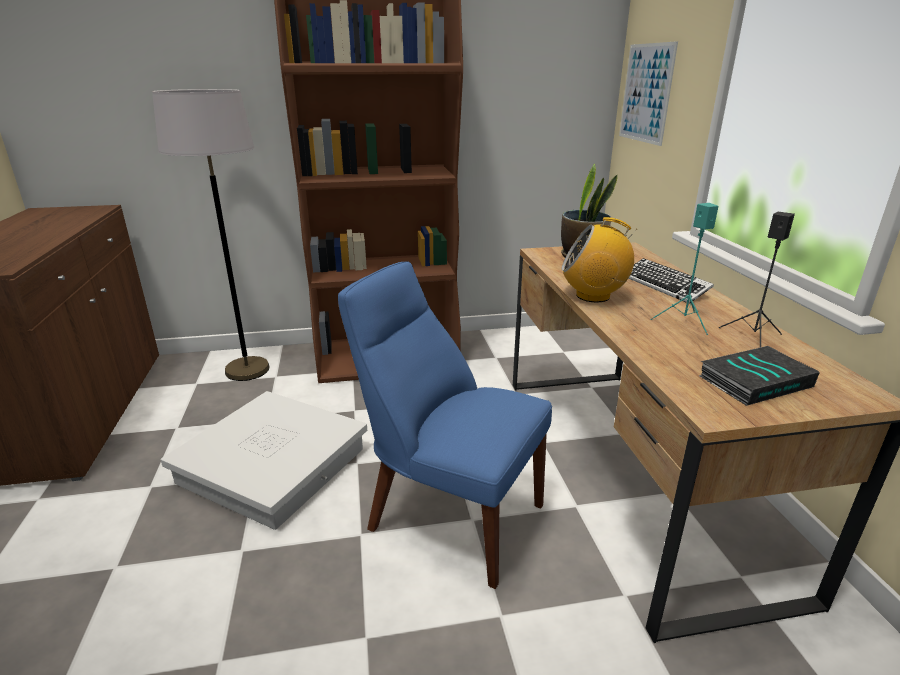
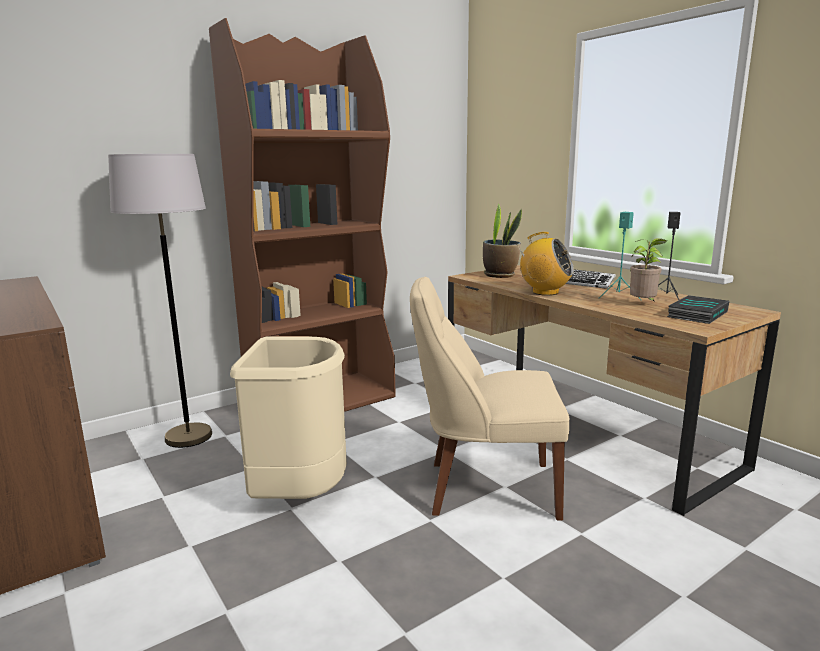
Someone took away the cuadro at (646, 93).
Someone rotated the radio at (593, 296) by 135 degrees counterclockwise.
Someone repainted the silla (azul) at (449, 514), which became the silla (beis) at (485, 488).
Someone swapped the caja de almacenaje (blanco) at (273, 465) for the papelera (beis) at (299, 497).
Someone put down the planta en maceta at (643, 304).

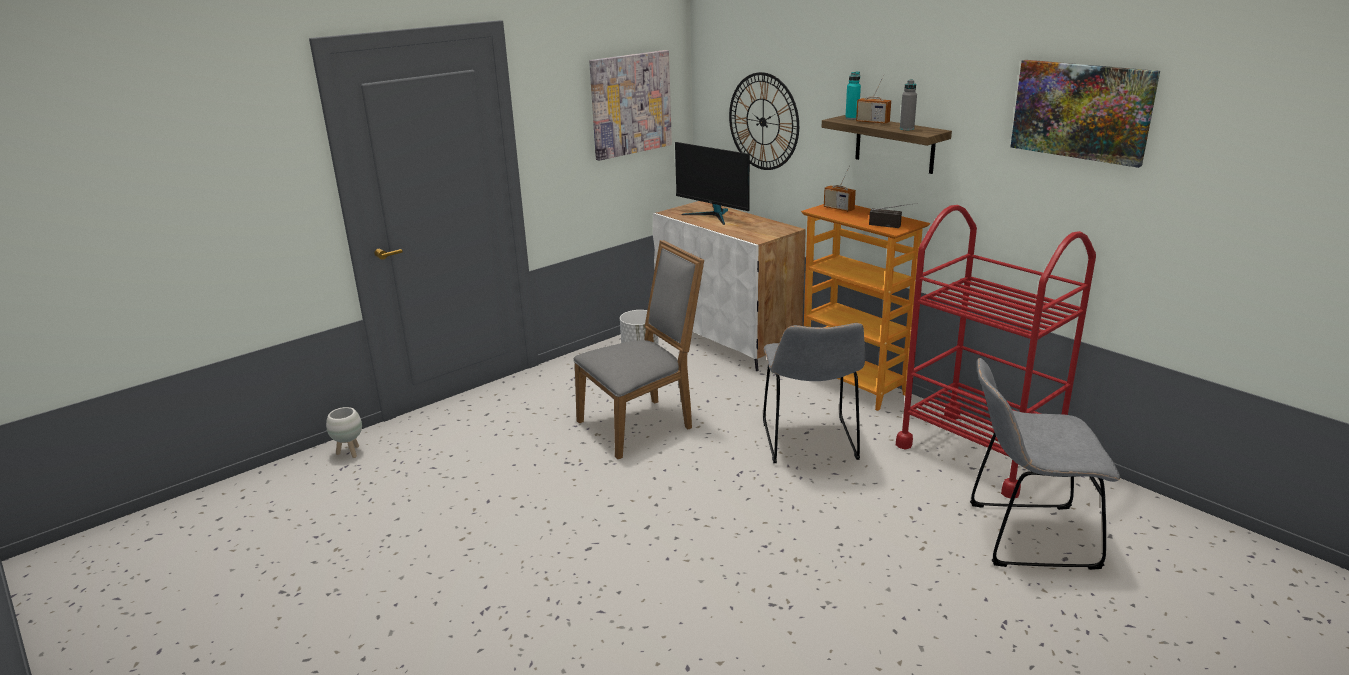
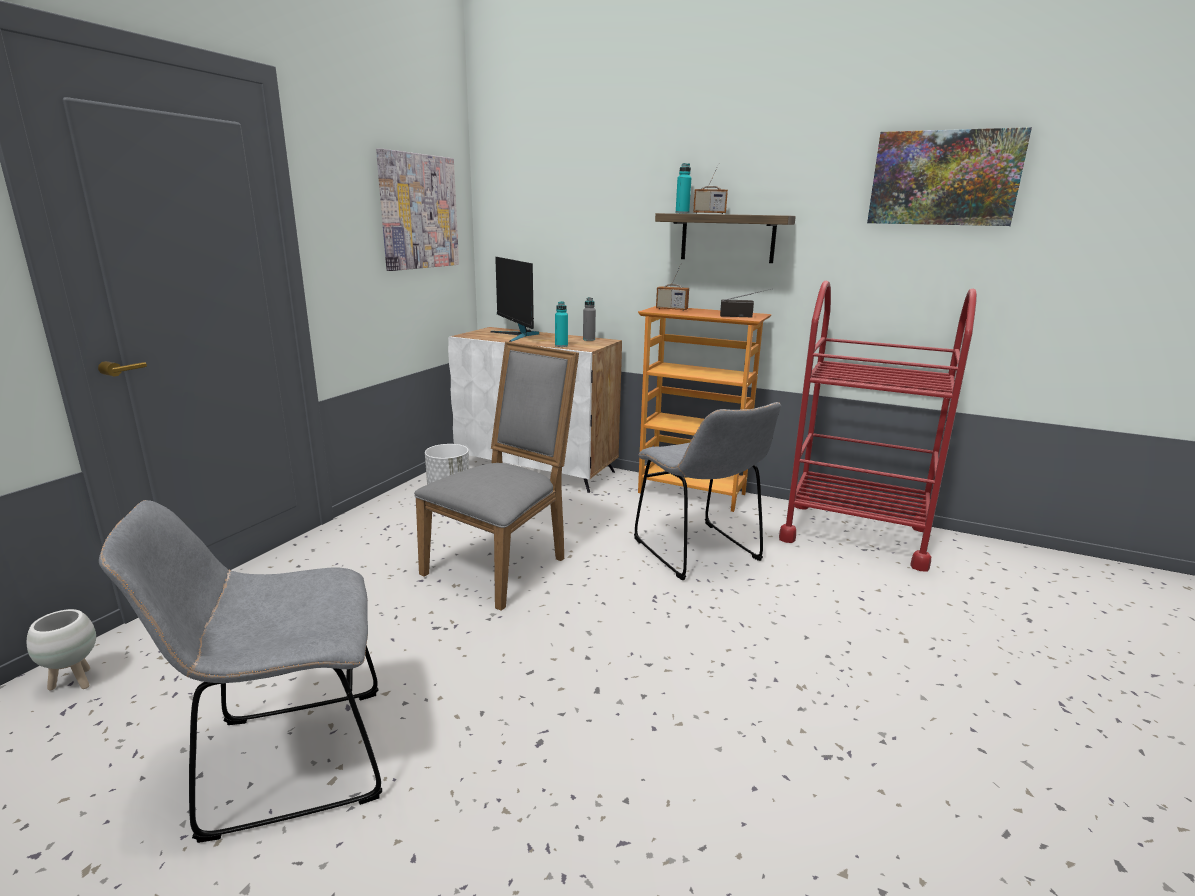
Someone took away the reloj de pared at (763, 121).
Someone carried the botella (gris) from (906, 129) to (589, 339).
Someone rotated the monitor at (713, 215) by 45 degrees clockwise.
Someone carried the silla (gris) from (1024, 535) to (286, 762).
Someone put down the botella (turquesa) at (561, 346).

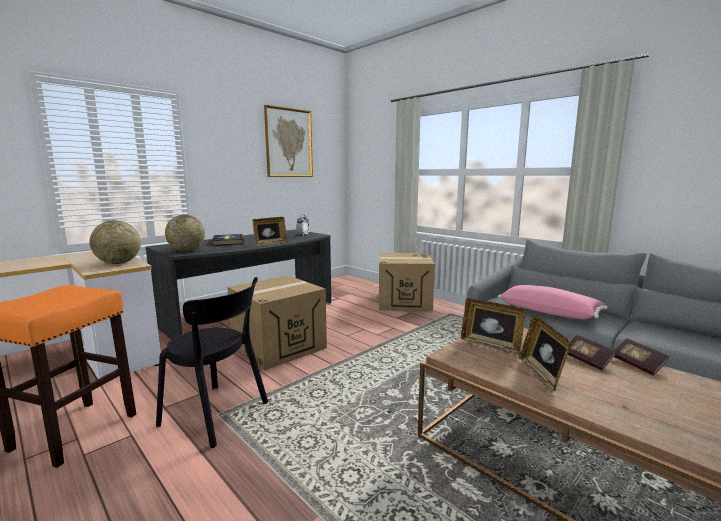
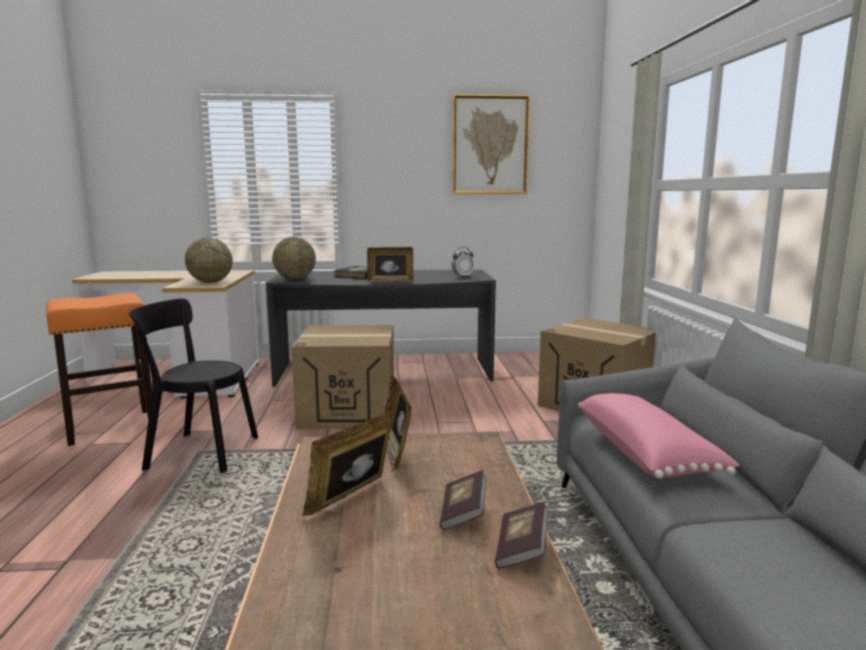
Someone rotated the silla (negro) at (218, 415) by 120 degrees clockwise.

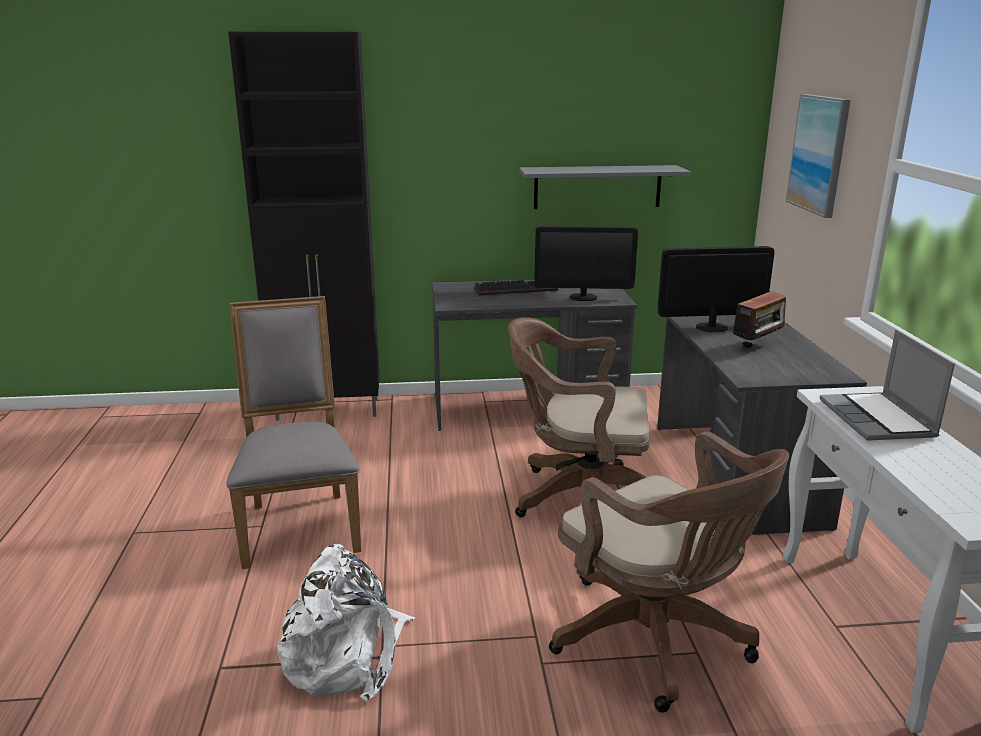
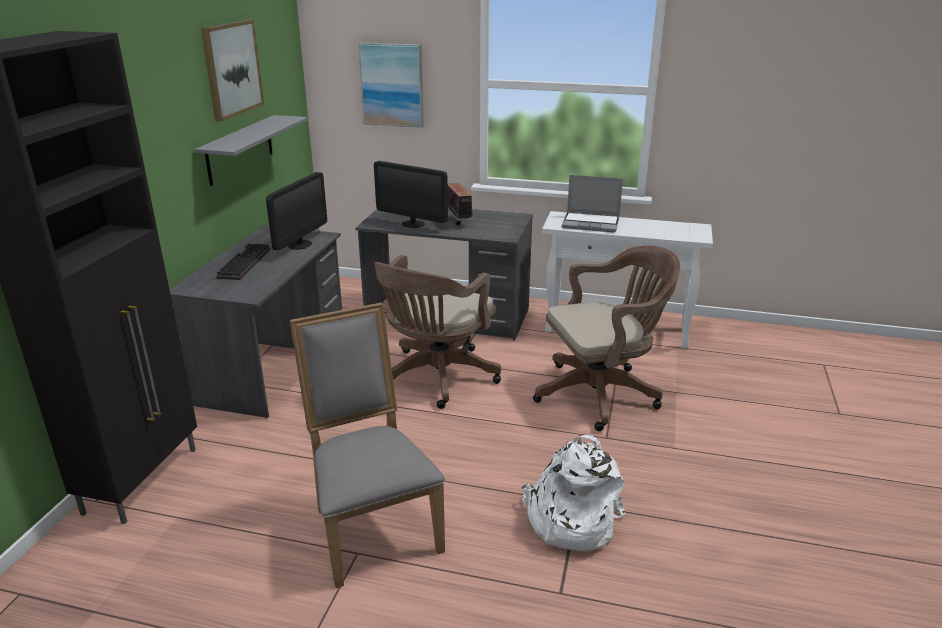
Someone rotated the monitor at (711, 327) by 75 degrees counterclockwise.
Someone rotated the silla (gris) at (300, 524) by 60 degrees clockwise.
Someone put up the cuadro at (231, 69).

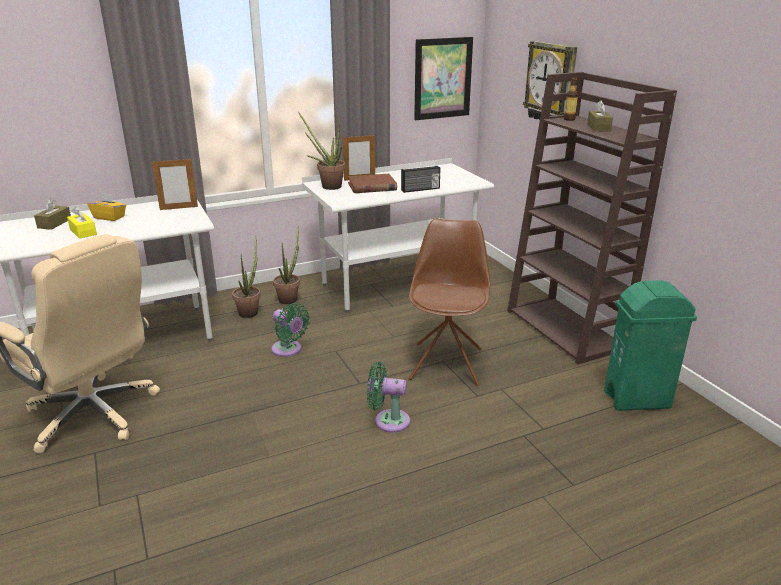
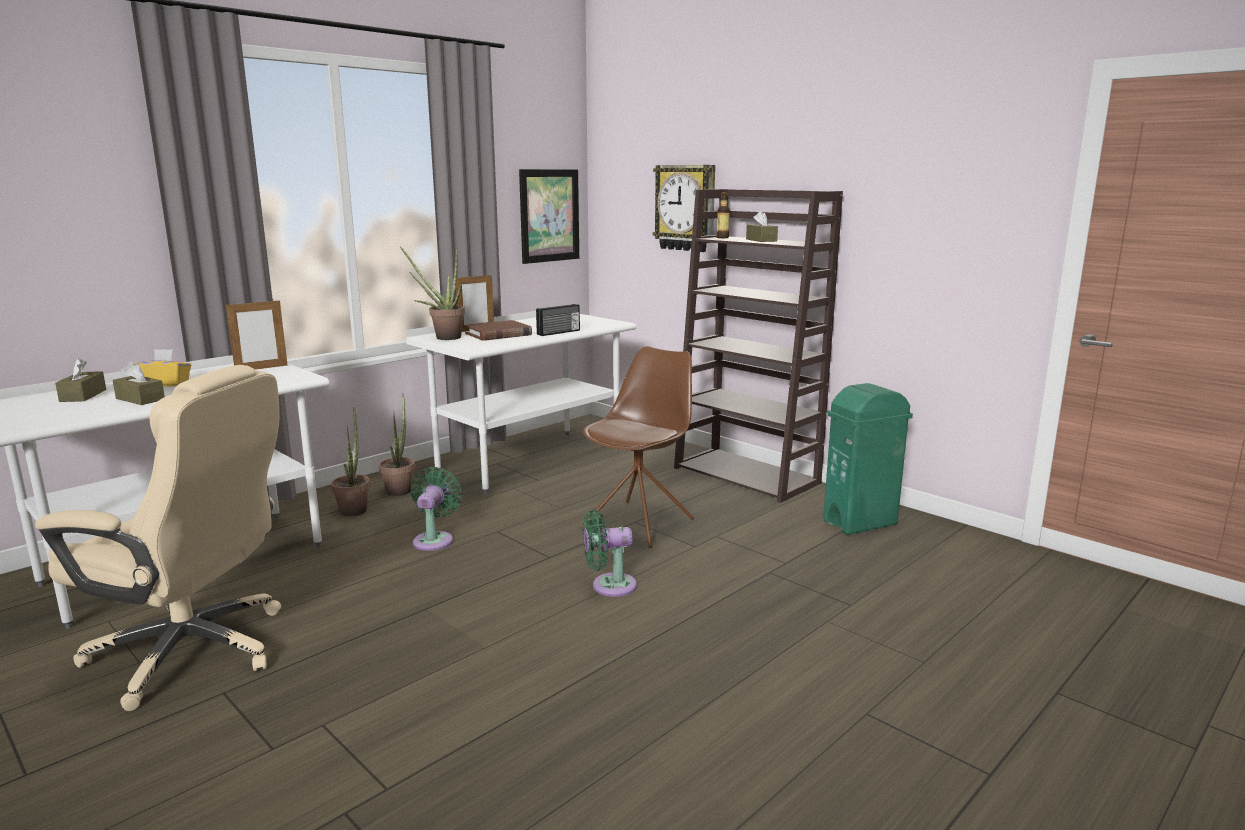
Someone repainted the caja de pañuelos (amarillo) at (83, 232), which became the caja de pañuelos (marrón) at (140, 399).
Someone rotated the silla (marrón) at (446, 363) by 45 degrees clockwise.
Someone rotated the ventilador (verde) at (288, 350) by 105 degrees counterclockwise.

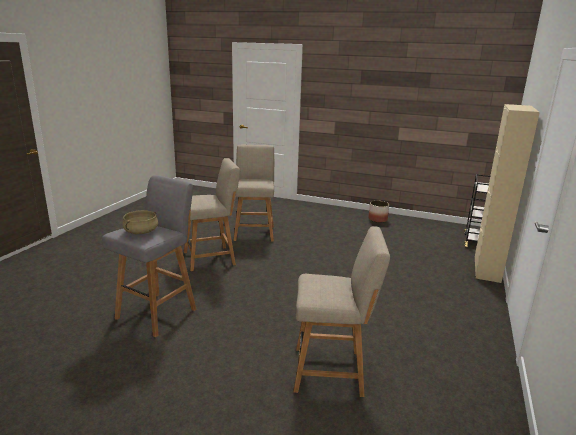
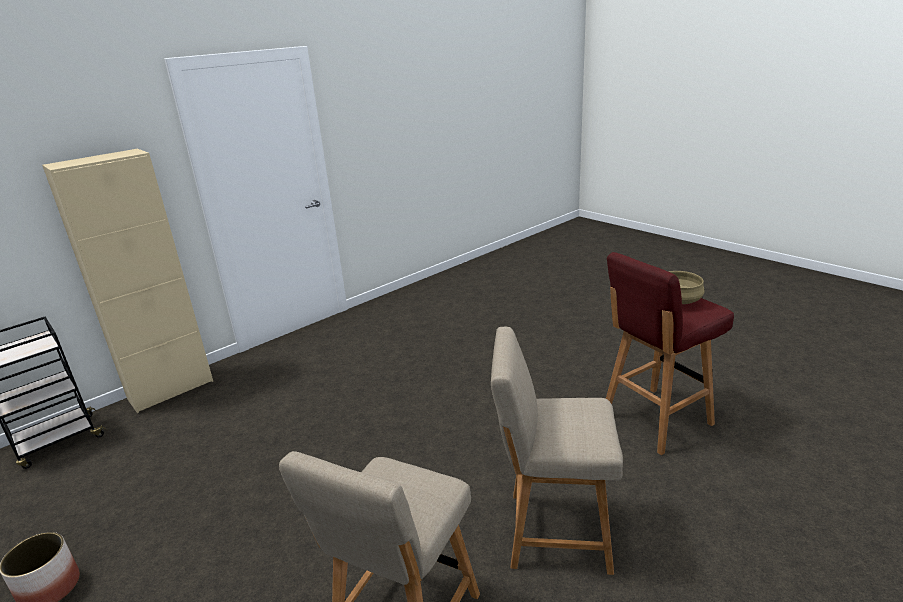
Someone repainted the taburete (gris) at (158, 313), which became the taburete (rojo) at (654, 420).
Someone took away the silla (beis) at (332, 371).

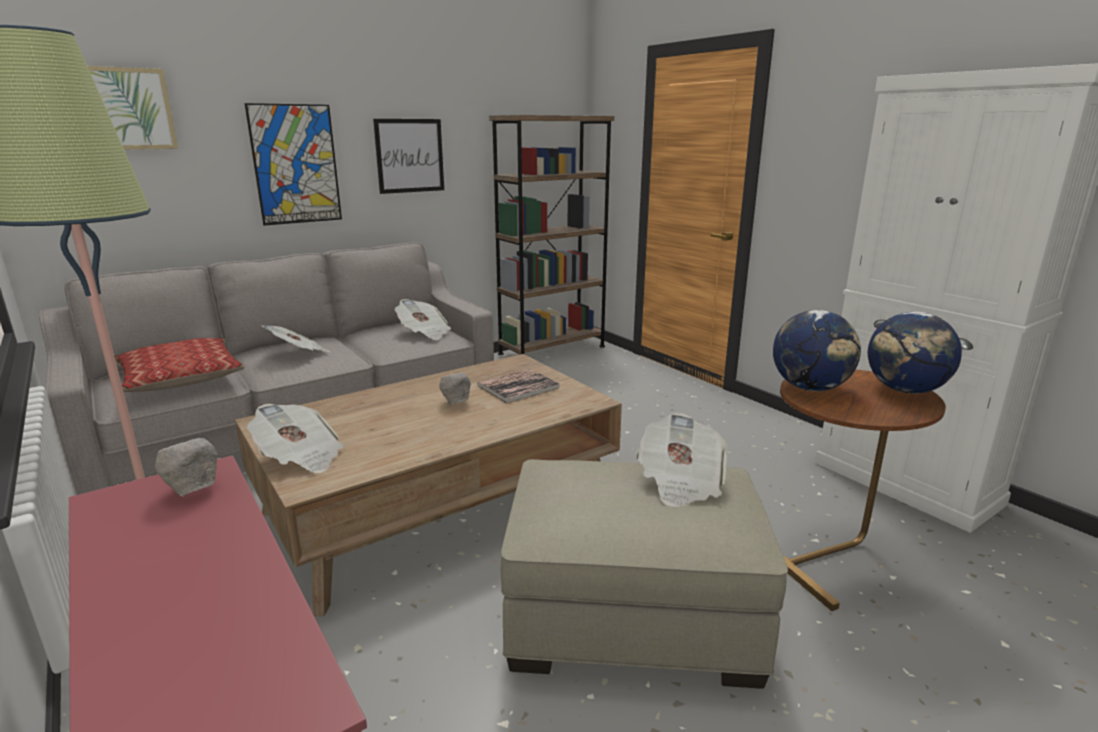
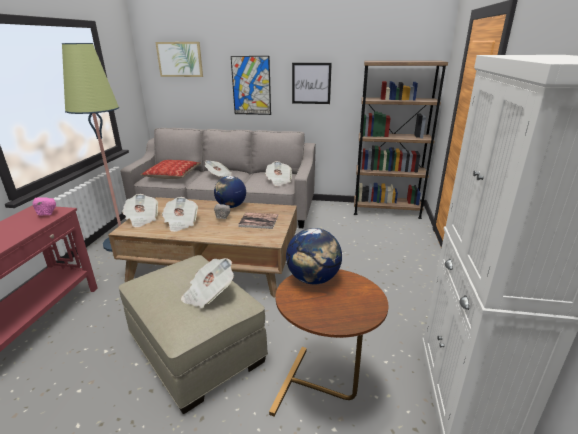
Someone carried the globo terráqueo from (905, 390) to (231, 206).
Someone repainted the cuenco (gris) at (193, 490), which became the cuenco (rosa) at (47, 215).
Someone put down the periódico at (181, 223).

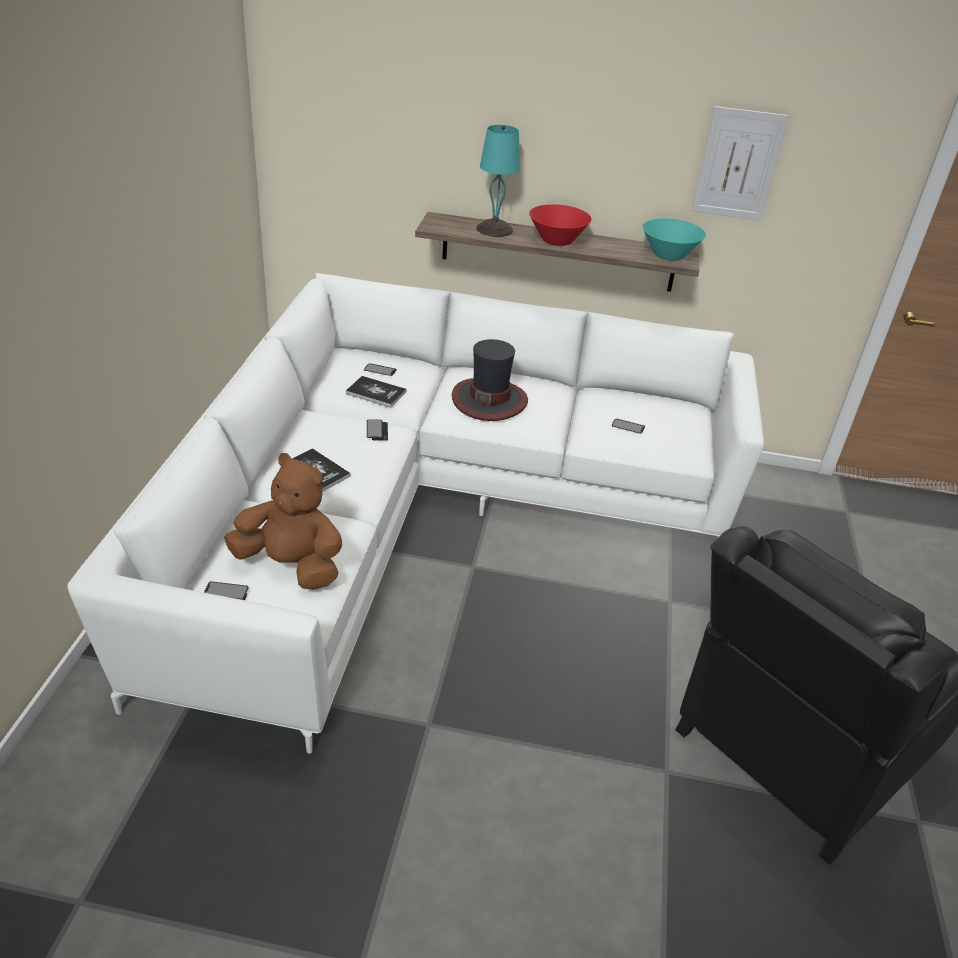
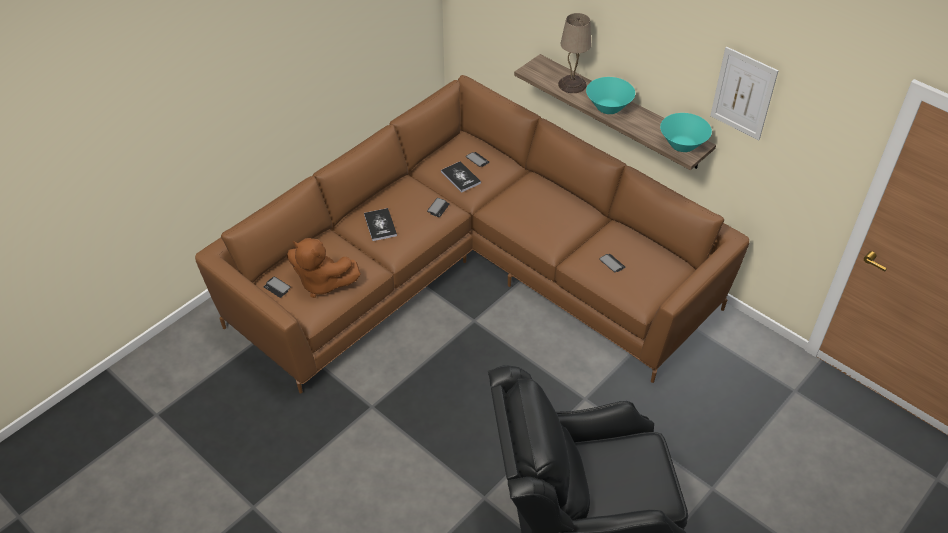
Someone repainted the lámpara de mesa (turquesa) at (495, 229), which became the lámpara de mesa (beis) at (572, 85).
Someone repainted the cuenco (rojo) at (556, 241), which became the cuenco (turquesa) at (608, 107).
Someone repainted the sofá (blanco) at (423, 513), which became the sofá (marrón) at (471, 270).
Someone took away the sombrero at (489, 400).
Someone rotated the peluche (marrón) at (291, 565) by 150 degrees clockwise.

